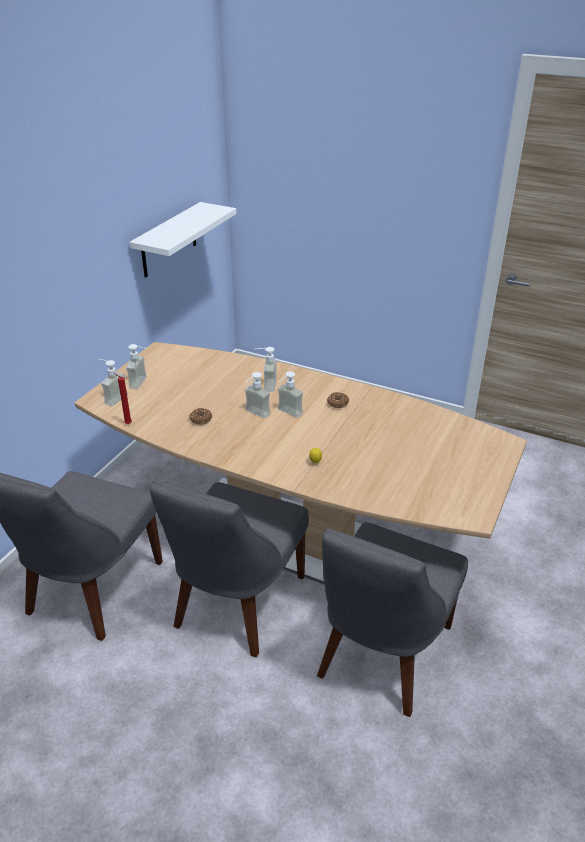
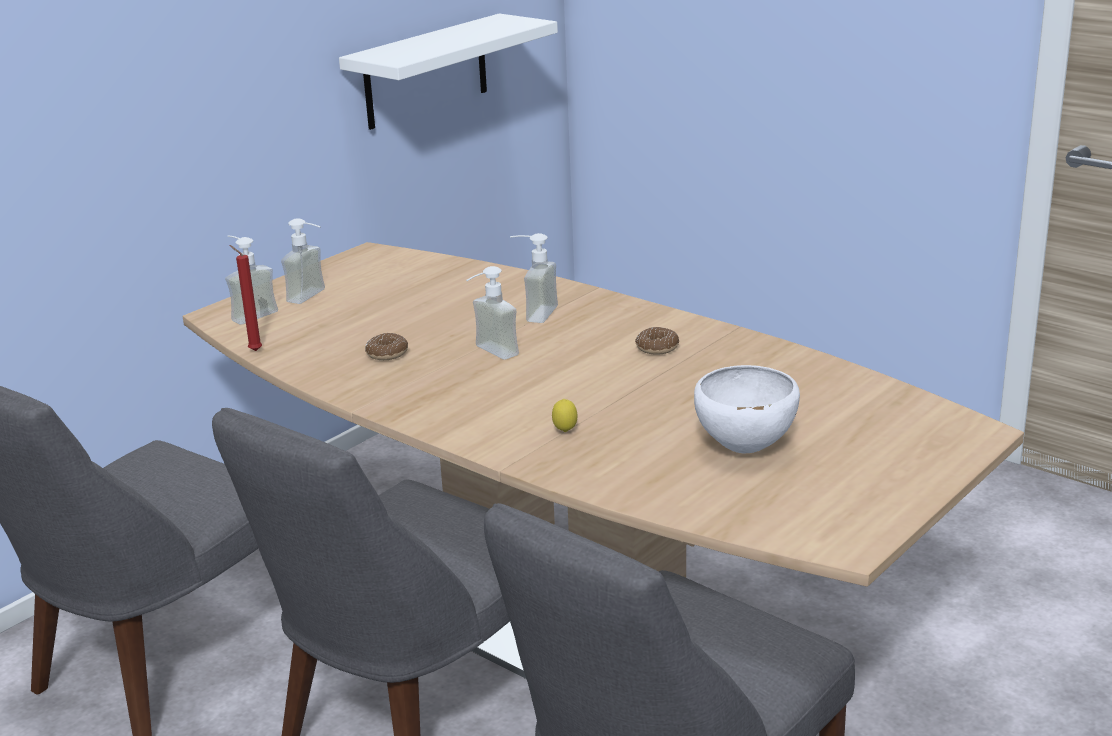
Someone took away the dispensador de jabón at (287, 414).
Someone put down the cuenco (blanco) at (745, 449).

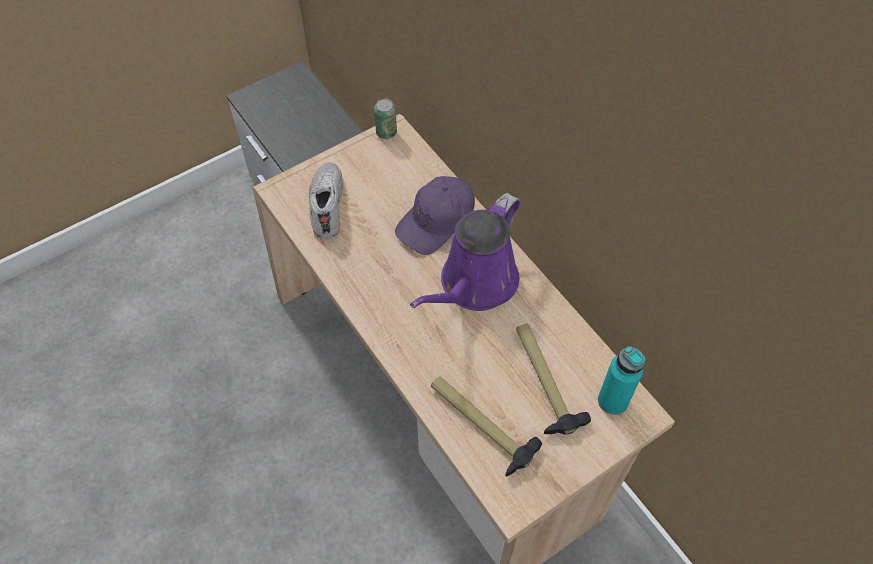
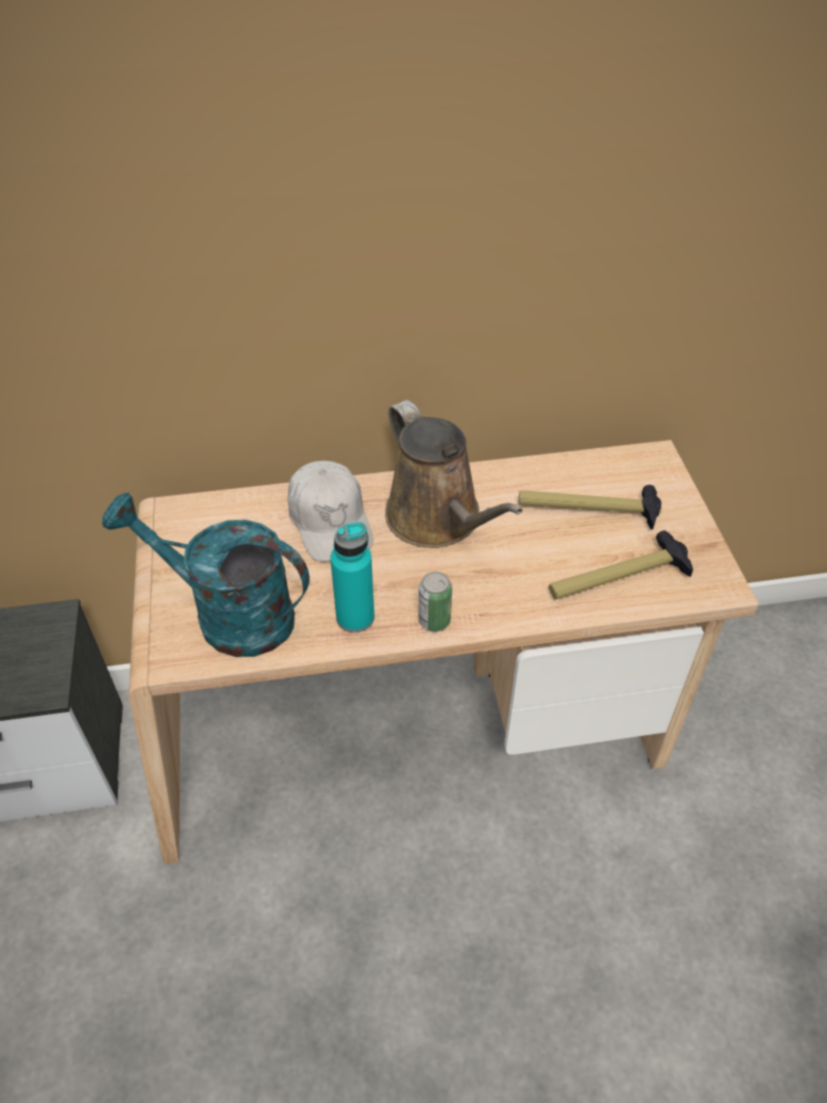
Someone carried the lata from (386, 132) to (434, 621).
Someone swapped the zapato (blanco) at (326, 204) for the regadera (turquesa) at (228, 615).
Someone repainted the gorra (morado) at (436, 221), which became the gorra (blanco) at (330, 521).
Someone repainted the regadera (morado) at (474, 285), which became the regadera (marrón) at (438, 520).
Someone carried the botella (turquesa) from (613, 401) to (355, 617).

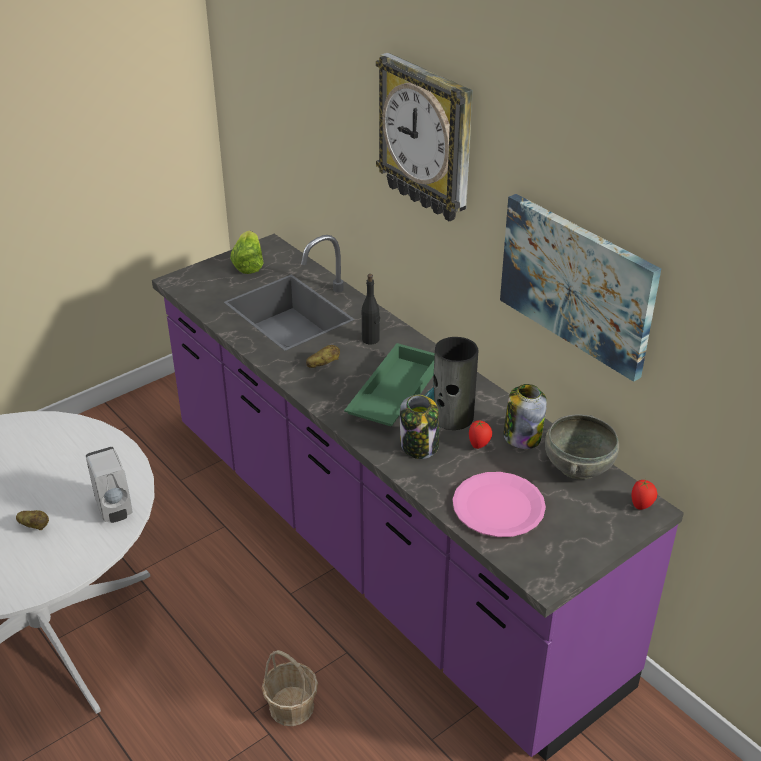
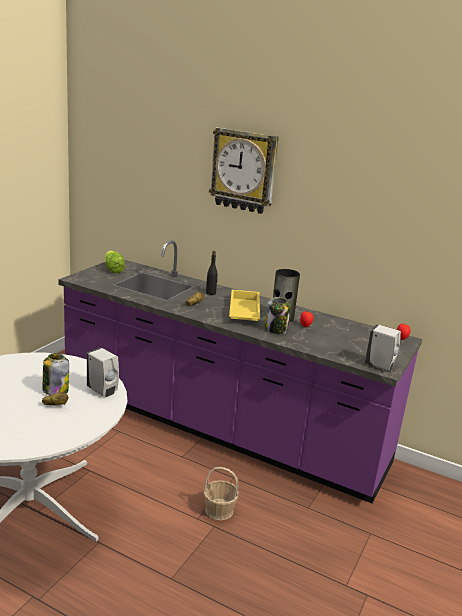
Someone took away the cuadro at (577, 283).
Someone repainted the bandeja (verde) at (393, 393), which became the bandeja (amarillo) at (243, 312).
Someone carried the tarro from (522, 436) to (55, 390).
Someone took away the cuenco (gris) at (577, 466).
Someone took away the plato (rosa) at (498, 506).
Someone put down the dispensador de jabón (blanco) at (380, 366).

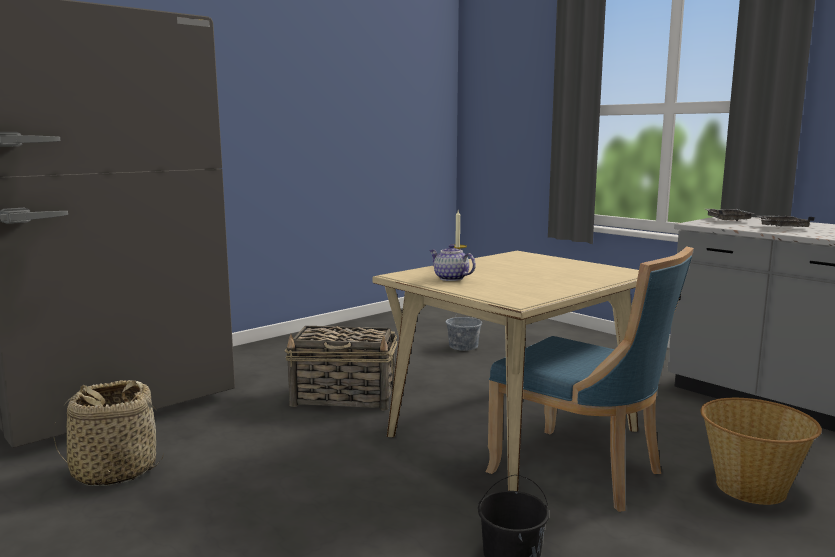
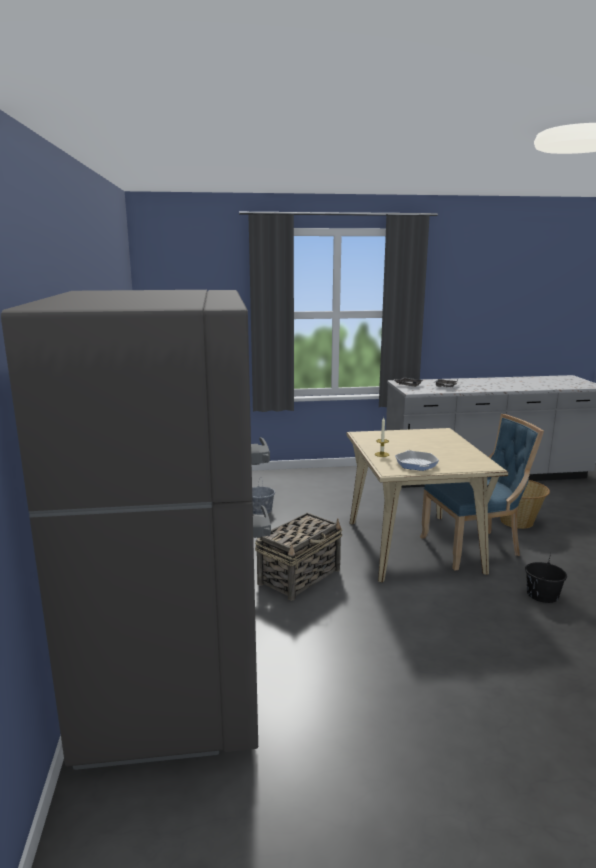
Someone swapped the tetera at (450, 278) for the sartén at (416, 464).
Someone took away the cesta at (114, 471).

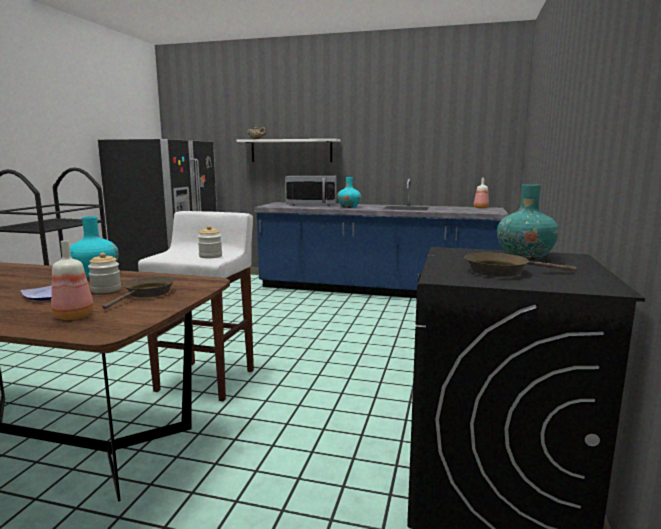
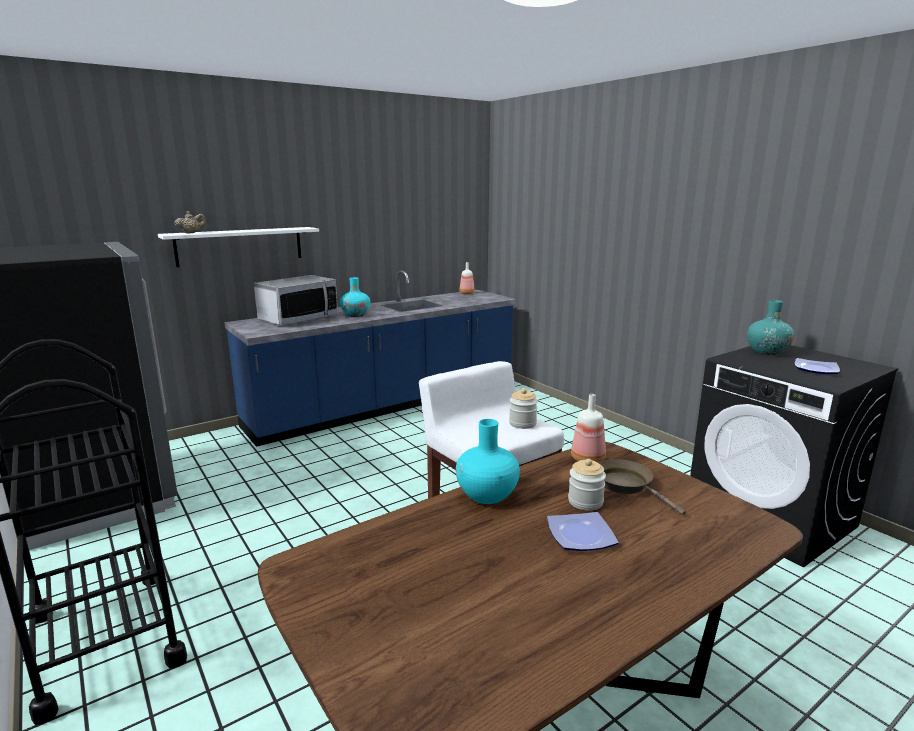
Someone carried the botella from (75, 316) to (588, 459).
Someone swapped the sartén (marrón) at (501, 271) for the plato at (815, 369).

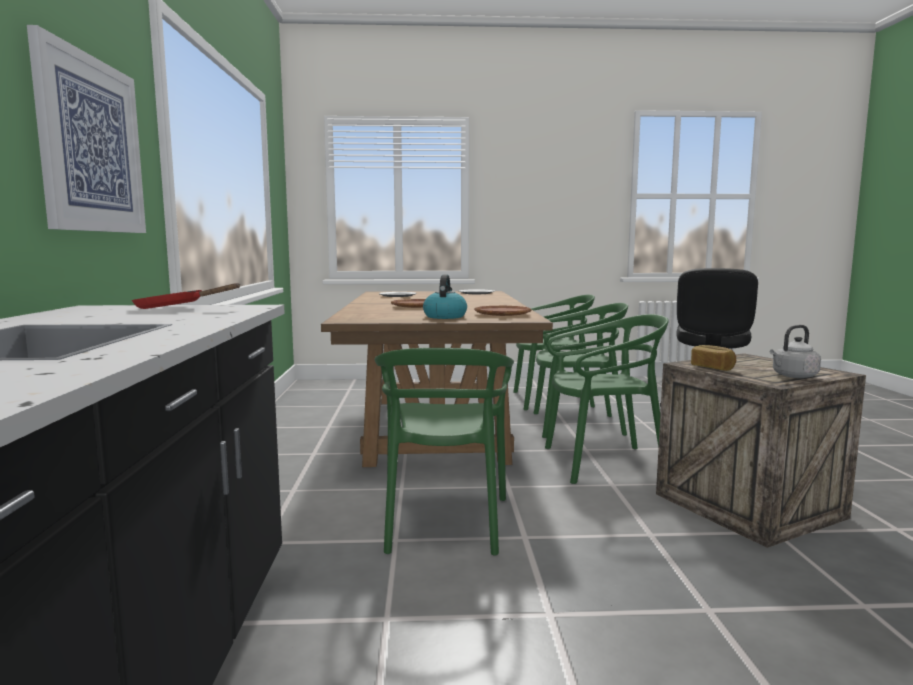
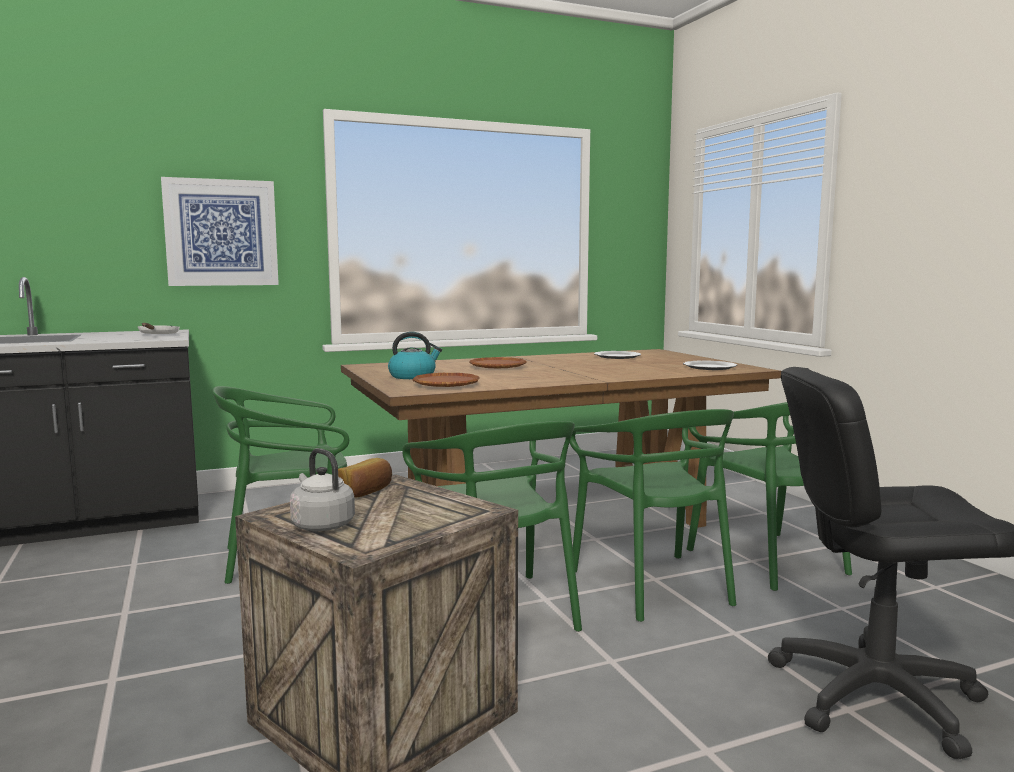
Someone repainted the sartén (rojo) at (176, 308), which became the sartén (blanco) at (158, 335).

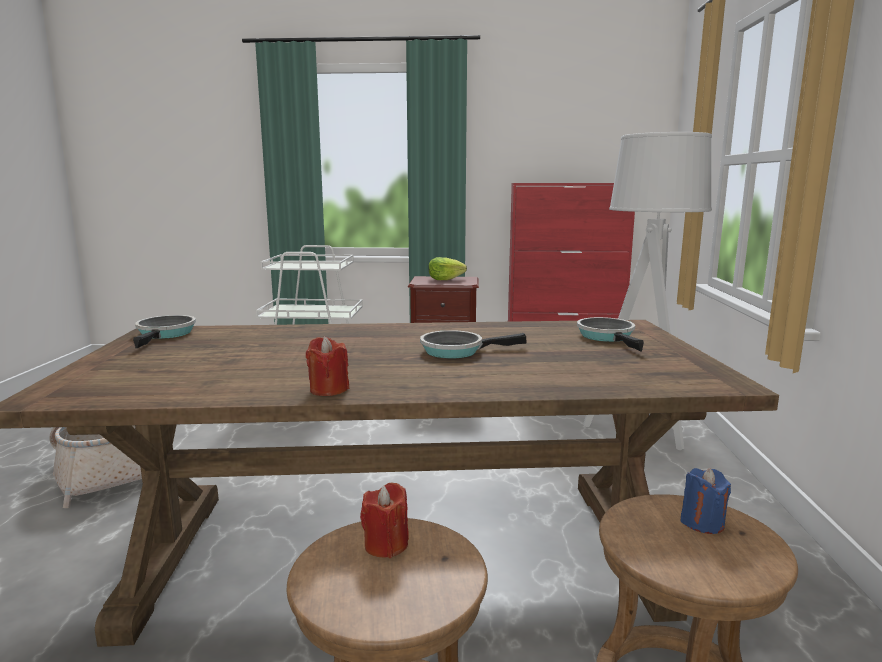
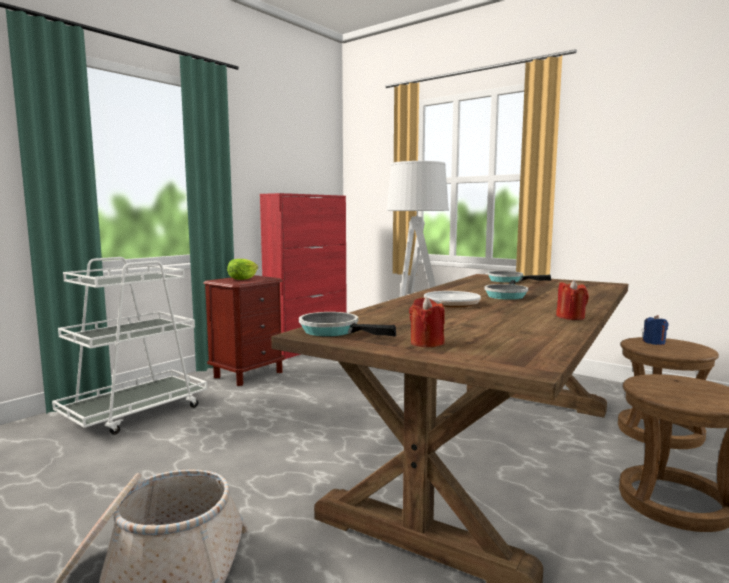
Someone carried the vela (rojo) from (386, 545) to (426, 343).
Someone put down the sartén at (448, 304).

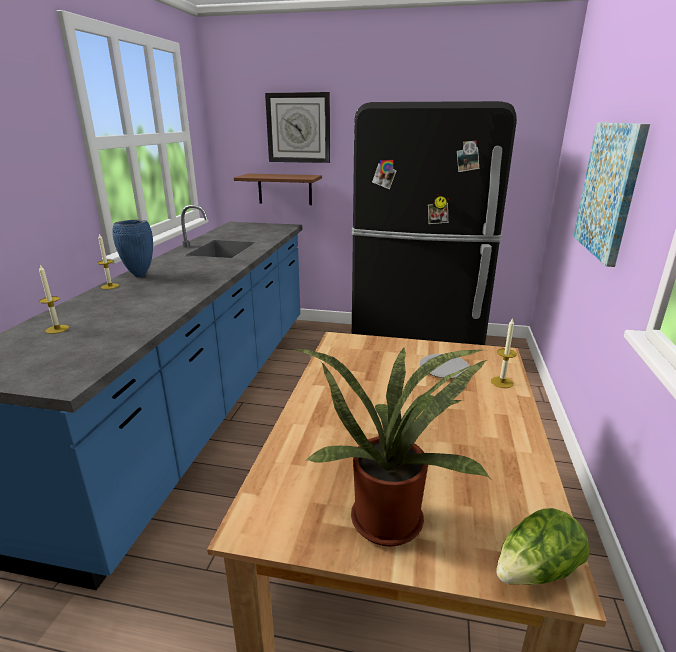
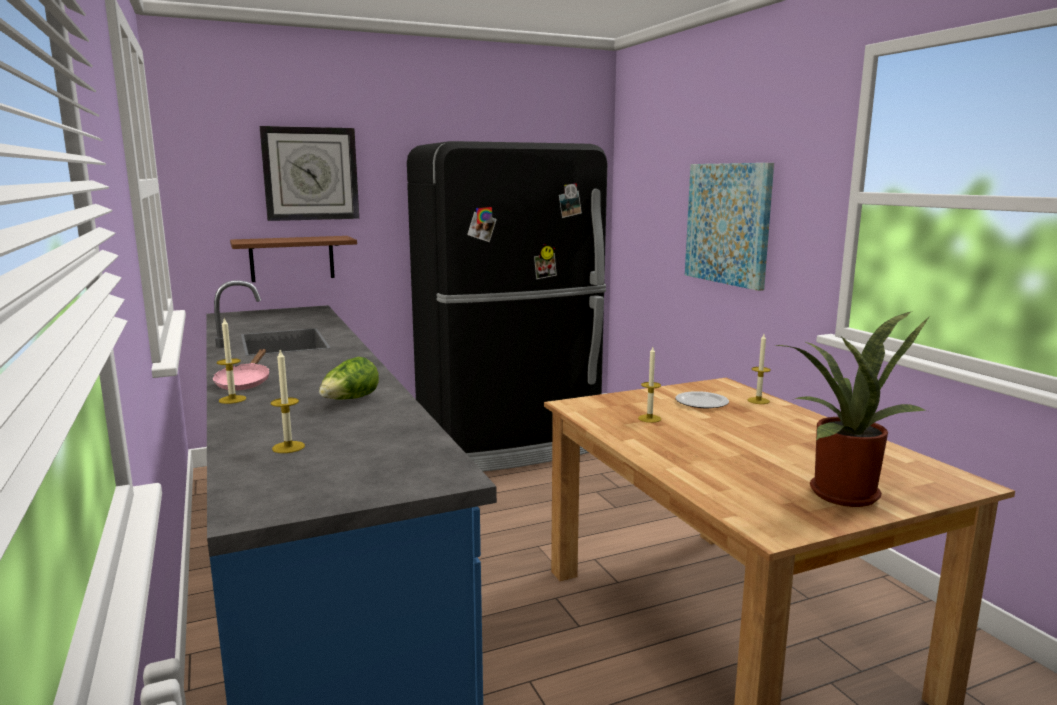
Someone swapped the florero (azul) at (140, 275) for the sartén (rosa) at (245, 383).
Someone carried the lechuga from (536, 570) to (350, 400).
Someone put down the vela at (649, 418).

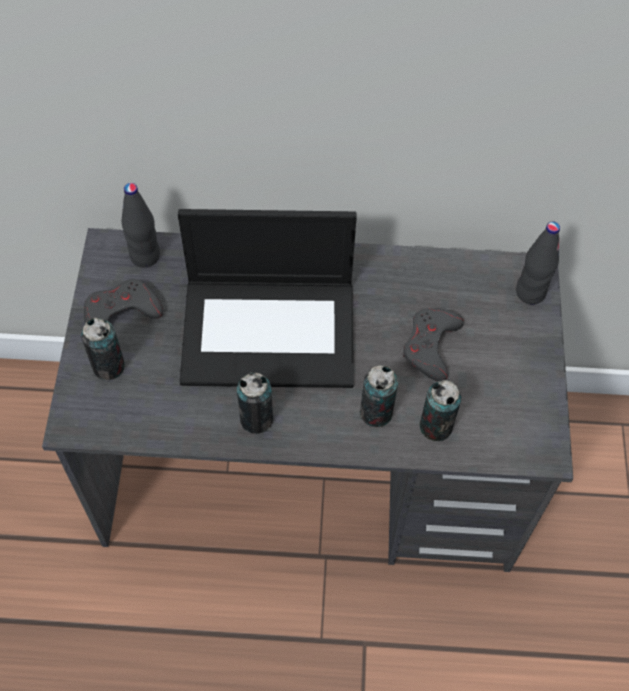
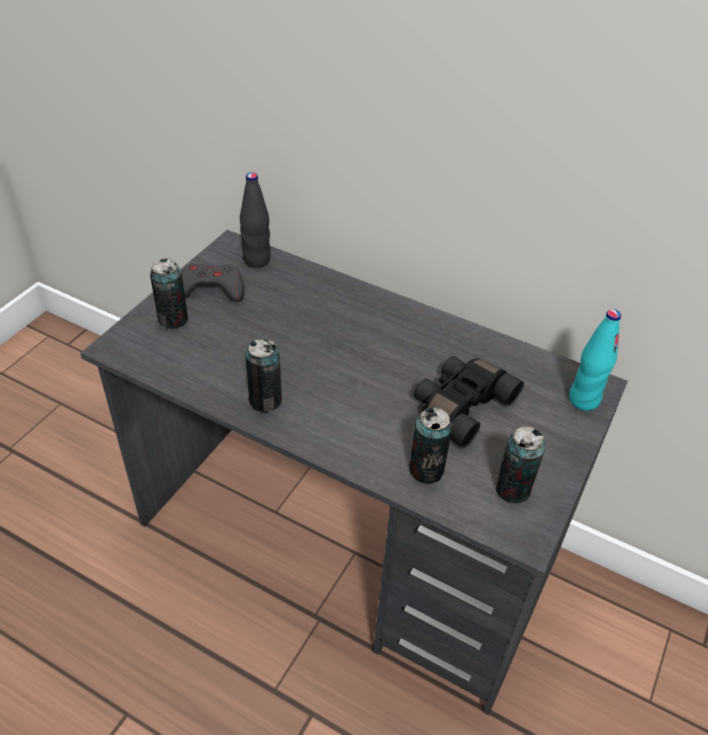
Someone took away the portátil at (271, 331).
Someone repainted the botella (negro) at (530, 292), which became the botella (turquesa) at (583, 400).
Someone swapped the mando de consola (gris) at (431, 346) for the prismáticos (negro) at (460, 406).
Someone carried the lata from (376, 412) to (512, 489).

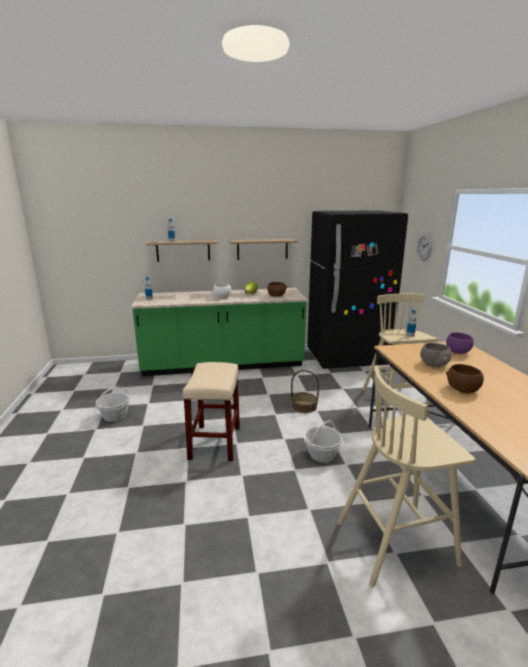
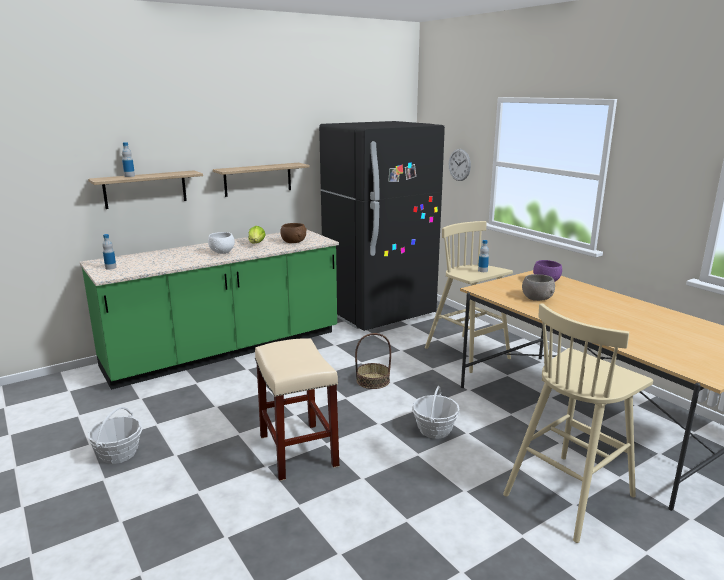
Someone took away the cuenco (marrón) at (462, 389).

